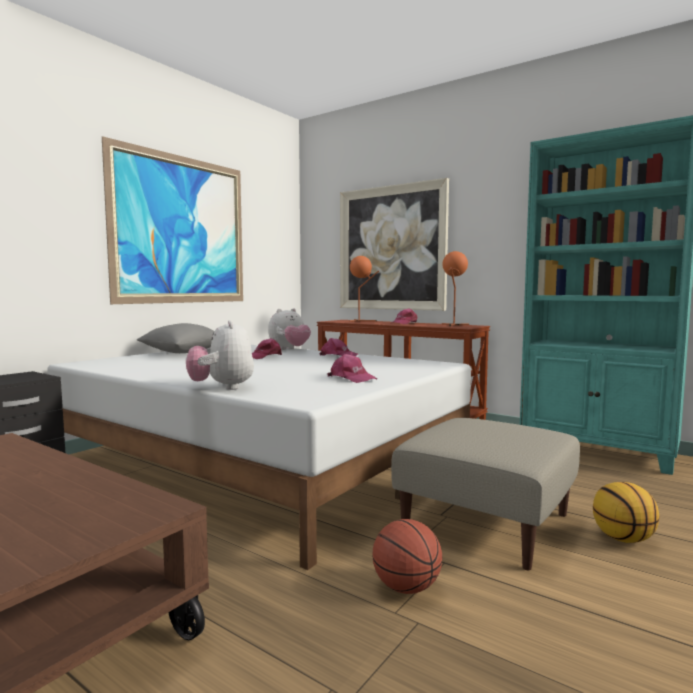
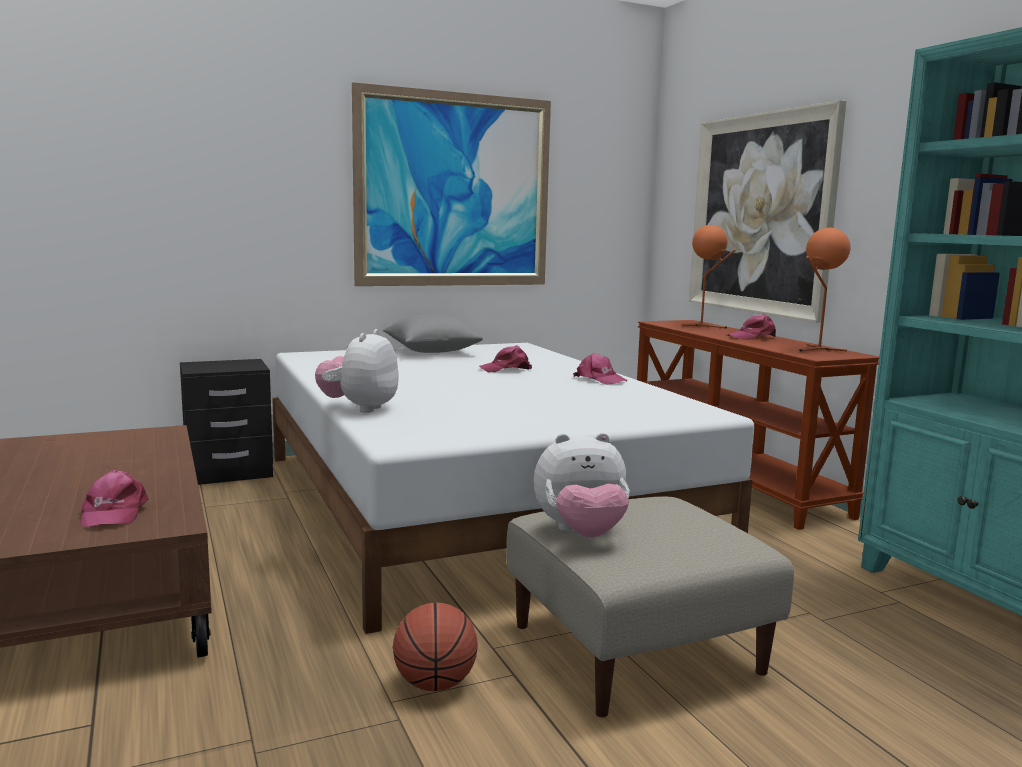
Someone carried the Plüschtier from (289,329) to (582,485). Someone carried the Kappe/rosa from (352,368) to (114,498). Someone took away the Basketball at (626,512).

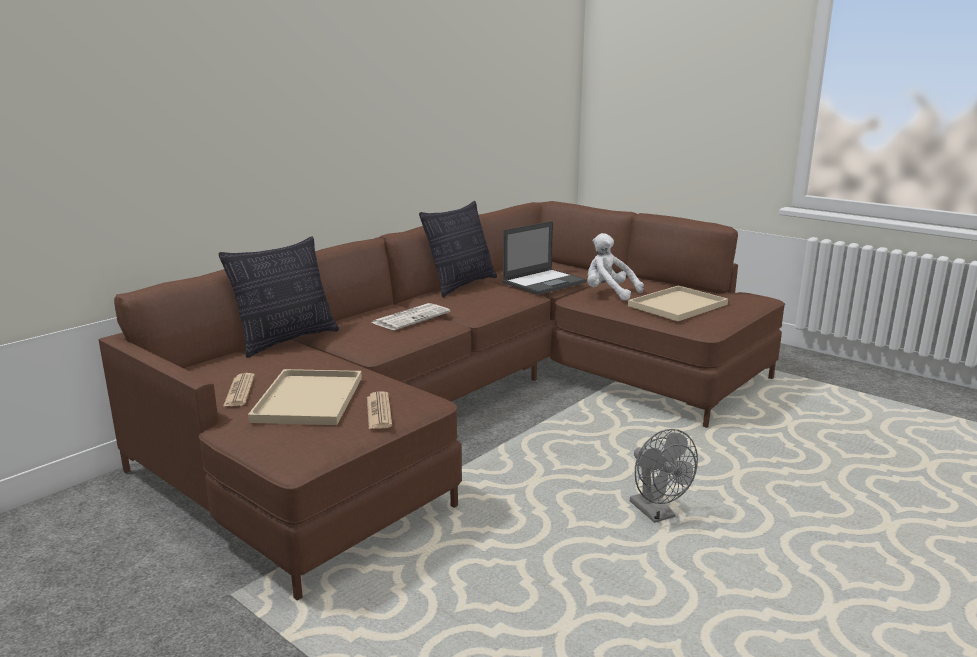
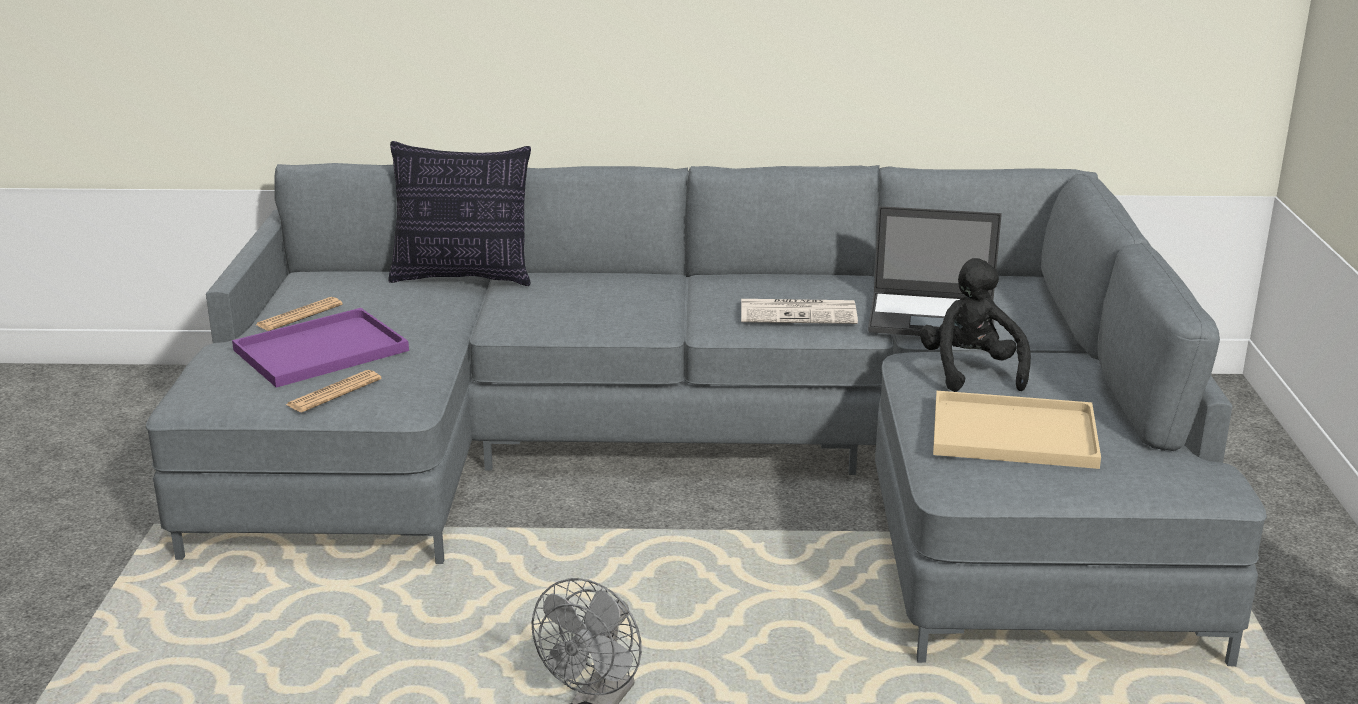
Someone repainted the Sofa/braun at (441,401), which became the Sofa/grau at (706,415). Someone repainted the Tablett/beige at (305,397), which became the Tablett/lila at (320,348). Someone carried the Zeitung from (410,316) to (799,311). Someone took away the Kissen at (458,249). Someone repainted the Plüschtier/weiß at (615,267), which became the Plüschtier/schwarz at (975,325).

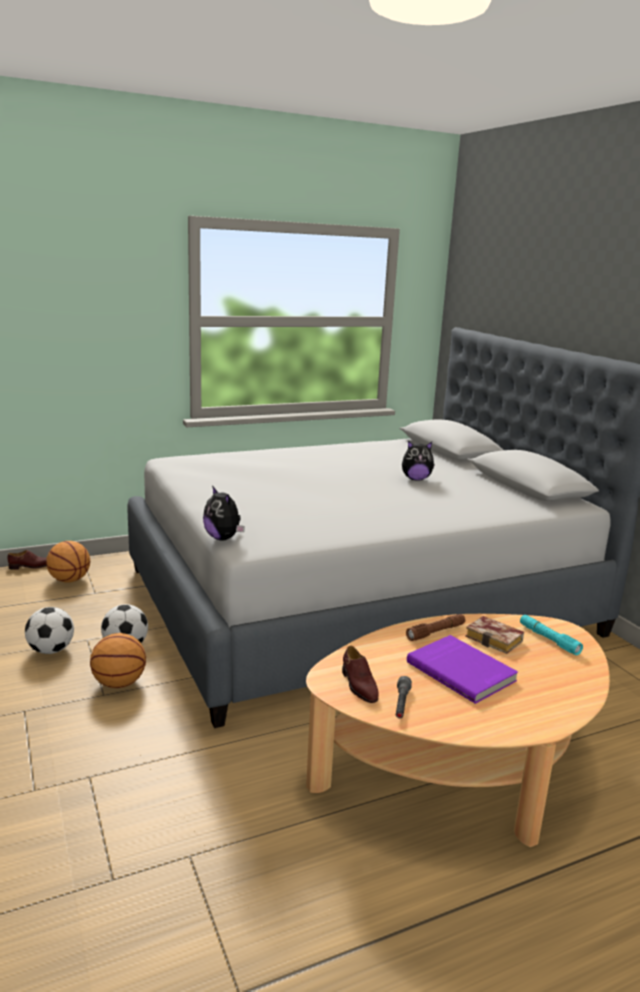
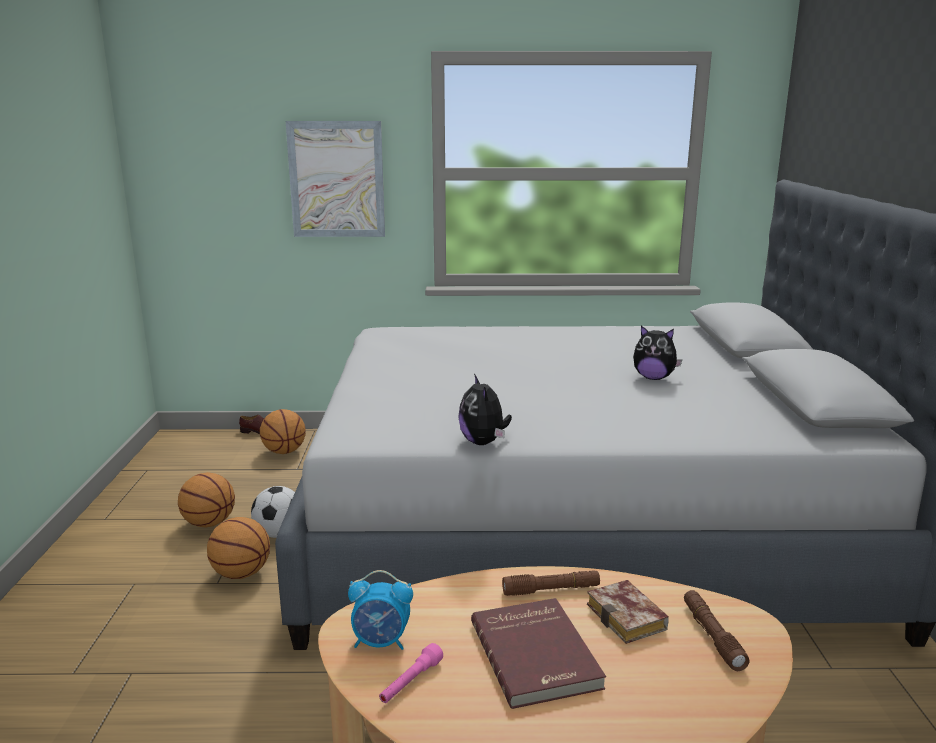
Someone swapped the Fußball at (49,630) for the Basketball at (206,500). Someone carried the Plüschtier from (224,513) to (485,409). Someone swapped the Schuh/braun at (360,674) for the Wecker at (380,610). Someone repainted the Taschenlampe/grau at (404,697), which became the Taschenlampe/rosa at (411,673). Someone repainted the Buch/lila at (462,669), which became the Buch/rot at (538,653). Someone repainted the Taschenlampe/türkis at (551,635), which became the Taschenlampe/braun at (716,630). Someone put up the Bild at (335,179).

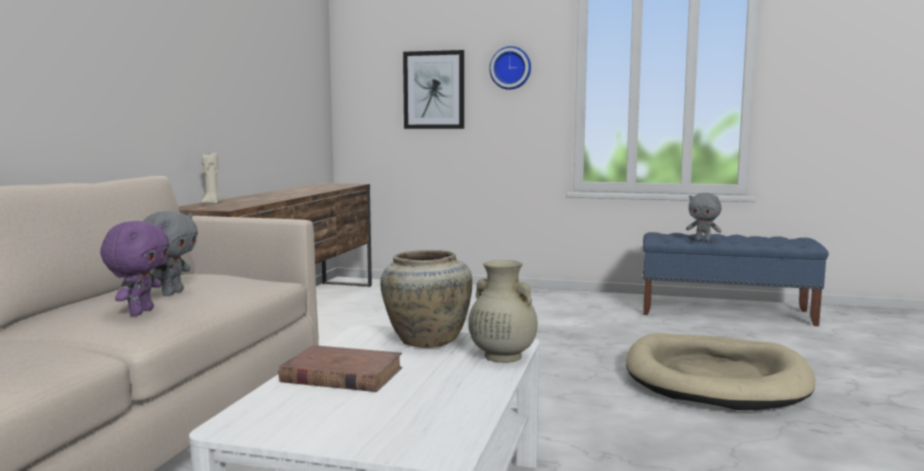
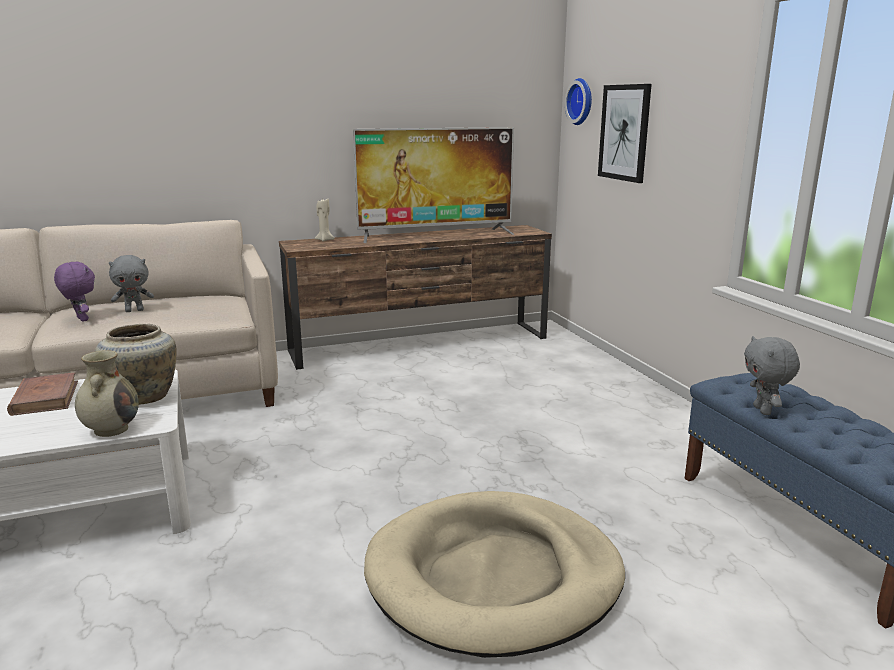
Someone rotated the Plüschtier/lila at (134,268) by 105 degrees counterclockwise. Someone carried the Wanduhr from (510,68) to (578,101). Someone put down the Fernseher at (434,185).

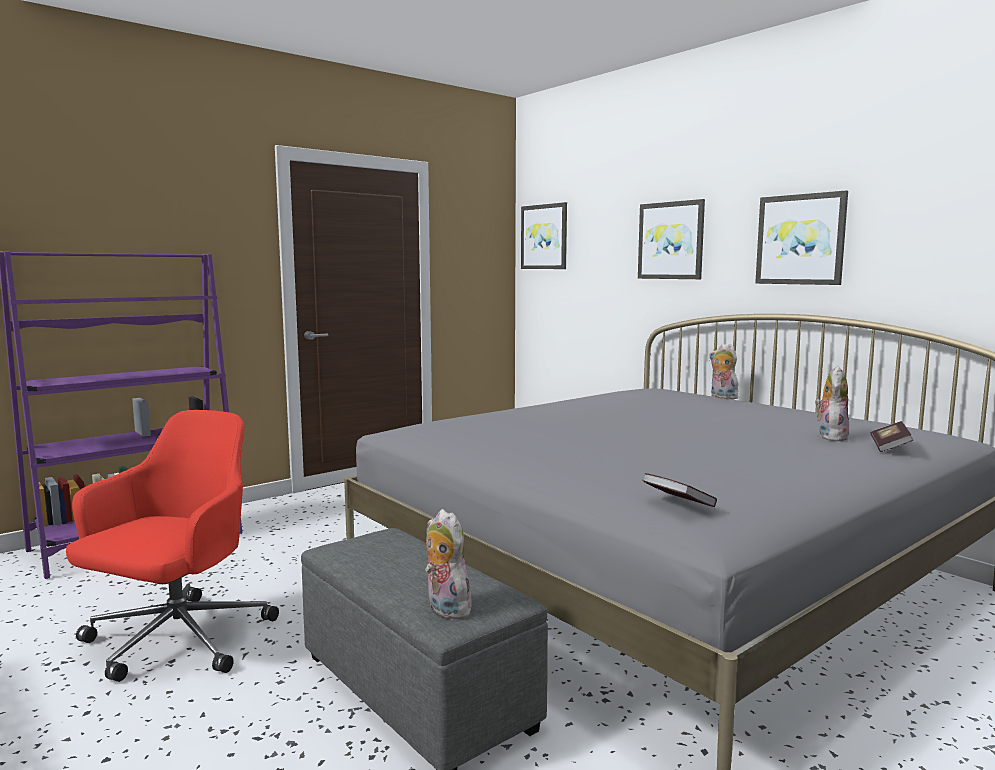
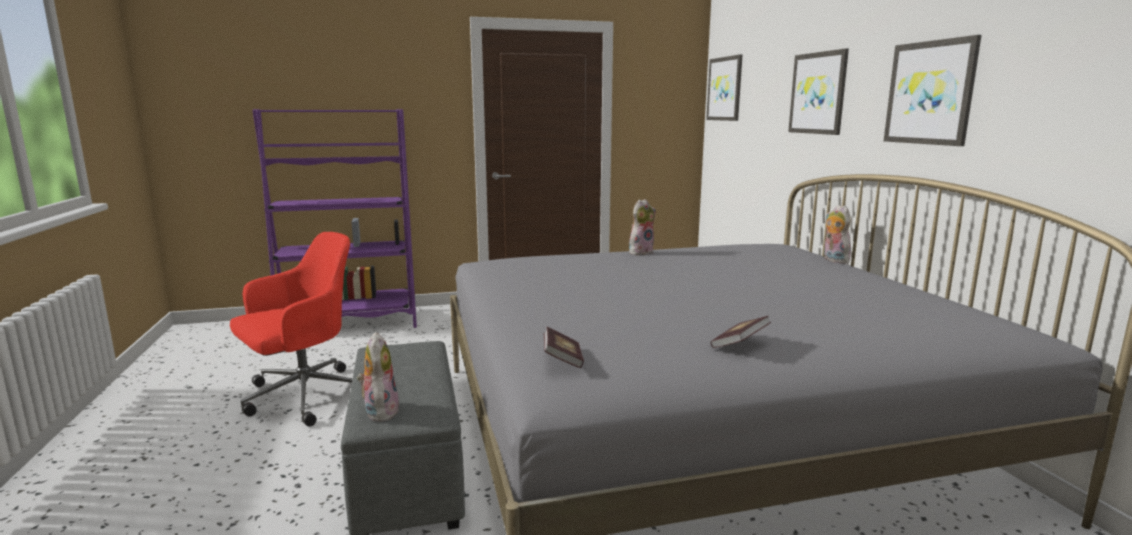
Someone carried the Plüschtier from (832,403) to (642,227). Someone carried the Buch from (891,436) to (741,332).

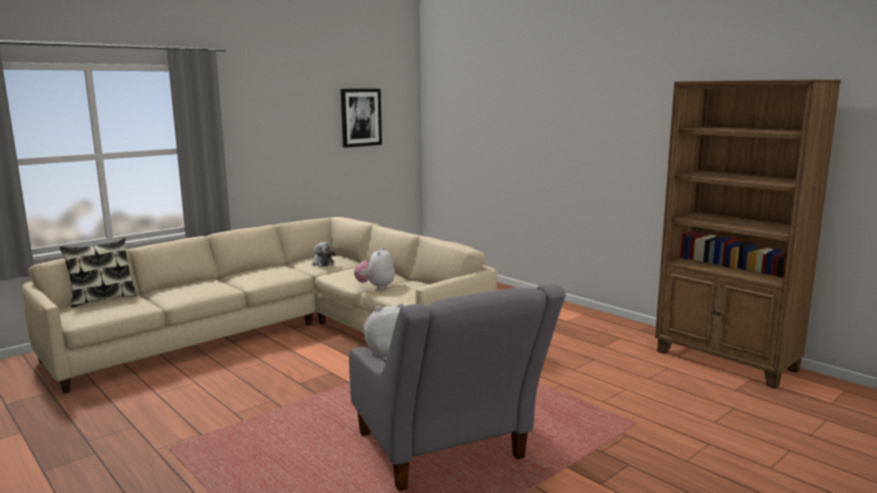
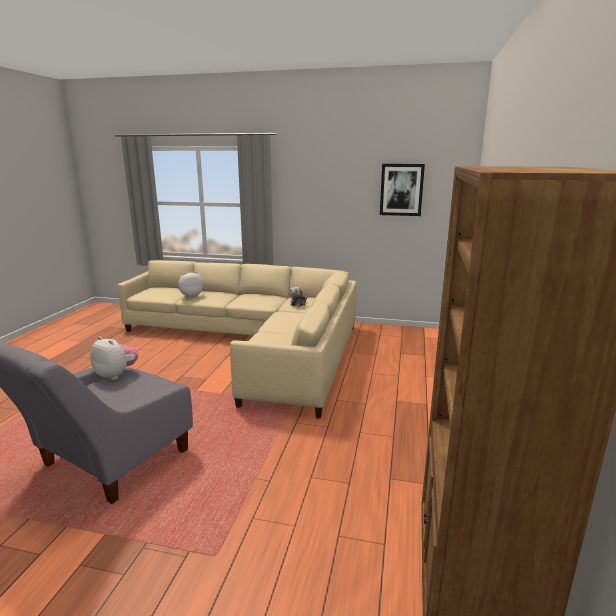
Someone took away the Kissen at (99,273). Someone carried the Plüschtier from (374,268) to (191,284).

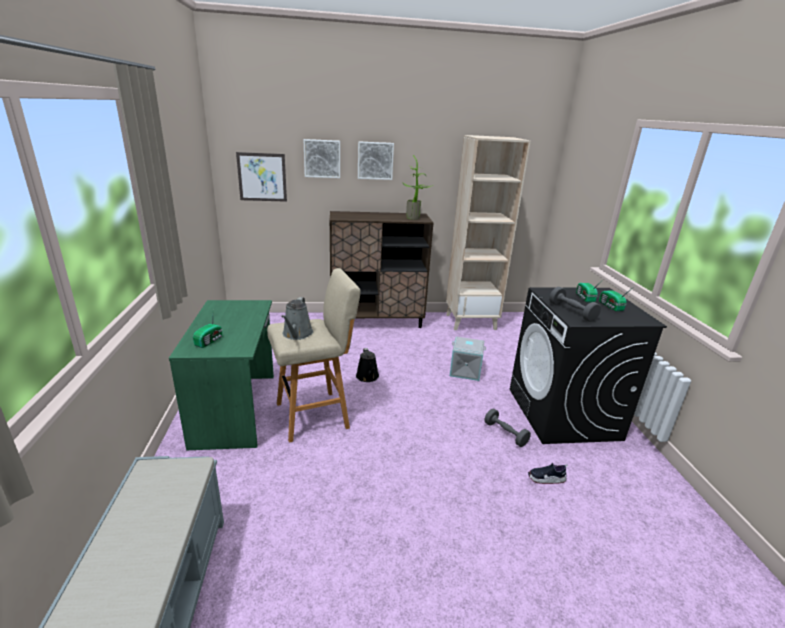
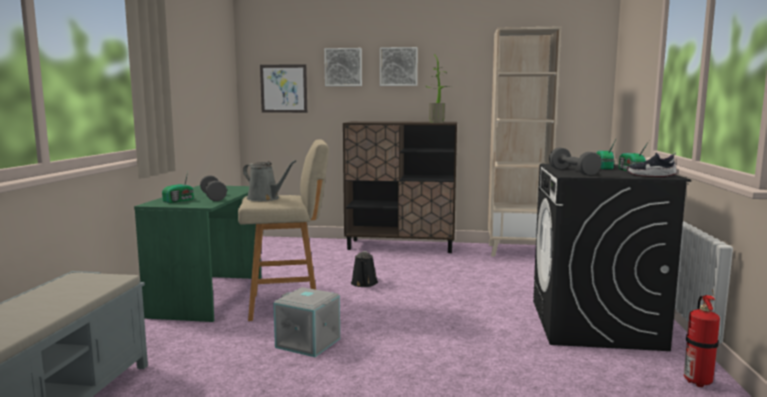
Someone rotated the Gießkanne/grau at (297,318) by 75 degrees counterclockwise. Someone carried the Aufbewahrungsbox/grau from (468,359) to (306,322). Someone carried the Hantel/grau from (508,427) to (213,188). Someone carried the Schuh from (548,473) to (651,164). Someone put down the Feuerlöscher at (702,338).

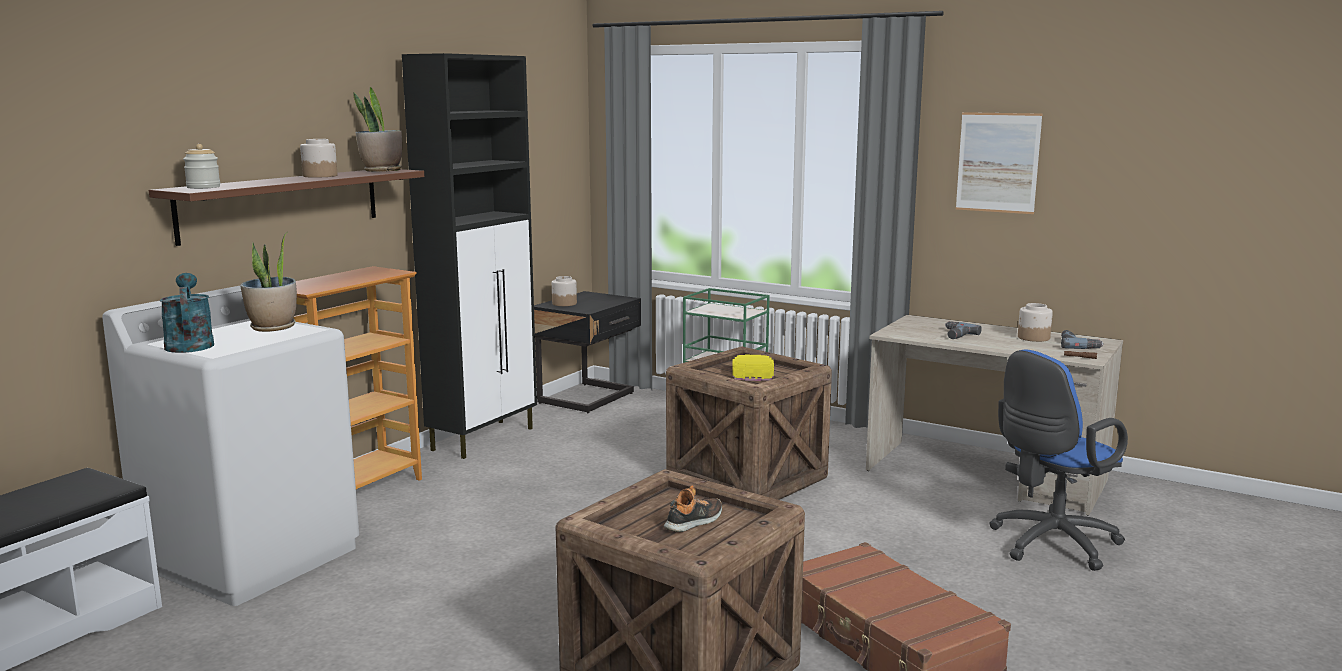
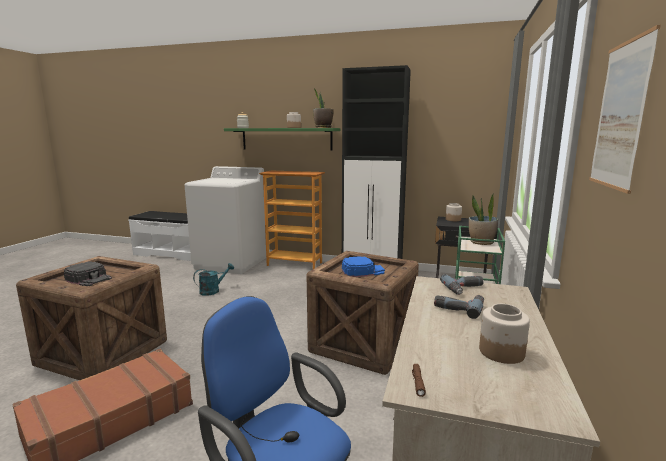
Someone repainted the Wandregal/braun at (286,207), which became the Wandregal/grün at (282,139). Someone carried the Gießkanne/türkis from (187,313) to (213,279). Someone carried the Topfpflanze from (268,282) to (483,219). Someone swapped the Schuh at (693,509) for the Kappe/schwarz at (88,273). Someone repainted the Kappe/gelb at (753,368), which became the Kappe/blau at (363,266). Someone carried the Bohrmaschine from (1082,339) to (462,284).

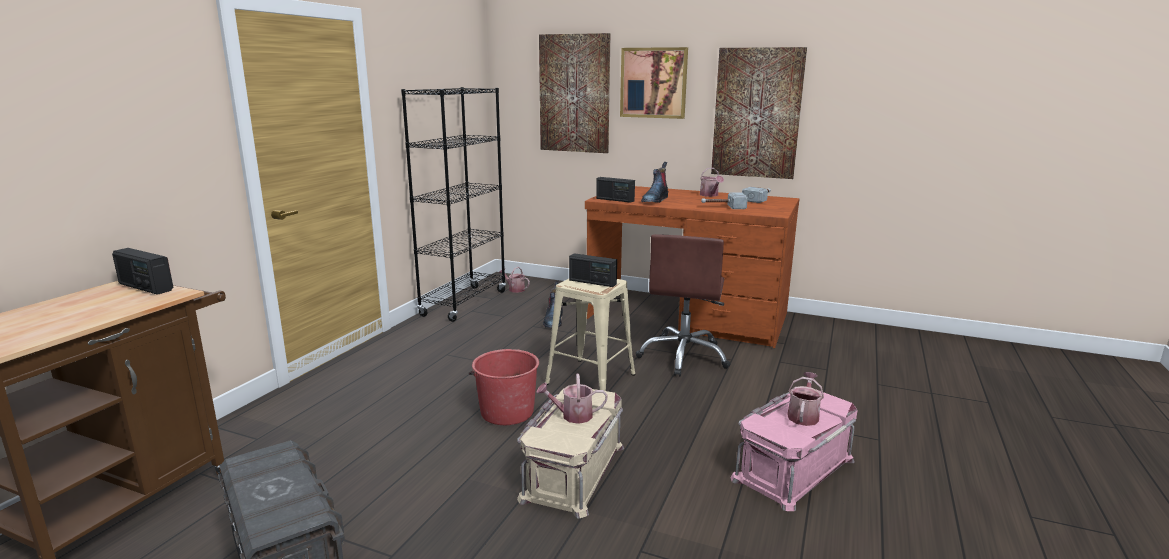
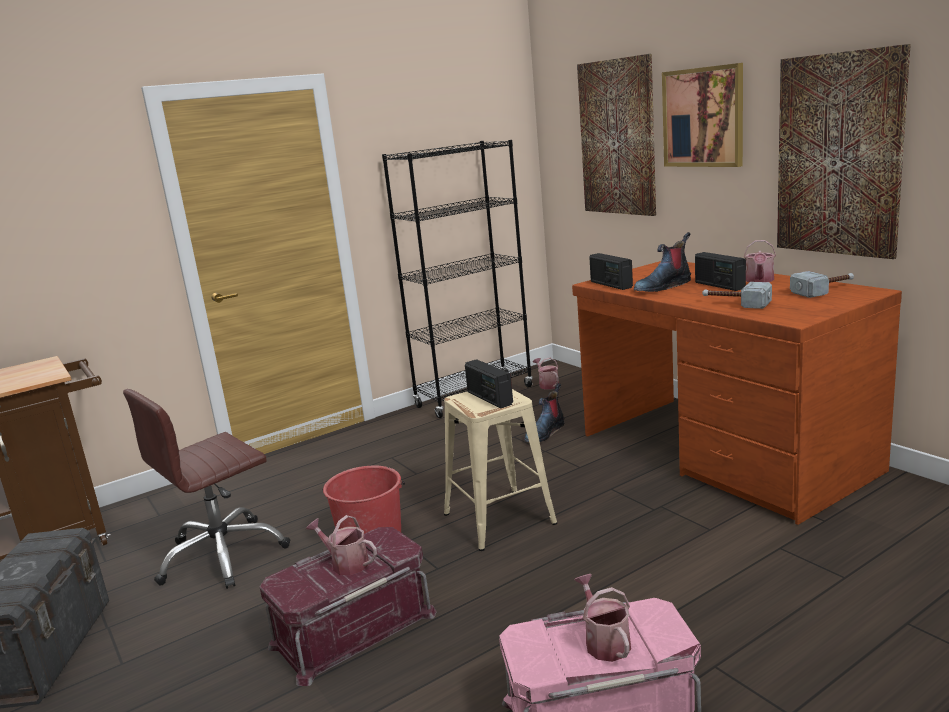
Someone carried the Radio from (143,271) to (720,271). Someone repainted the Aufbewahrungsbox/beige at (570,453), which became the Aufbewahrungsbox/rot at (348,606). Someone carried the Bürostuhl/braun from (683,305) to (206,489). Someone rotated the Gießkanne at (805,399) by 75 degrees counterclockwise.

